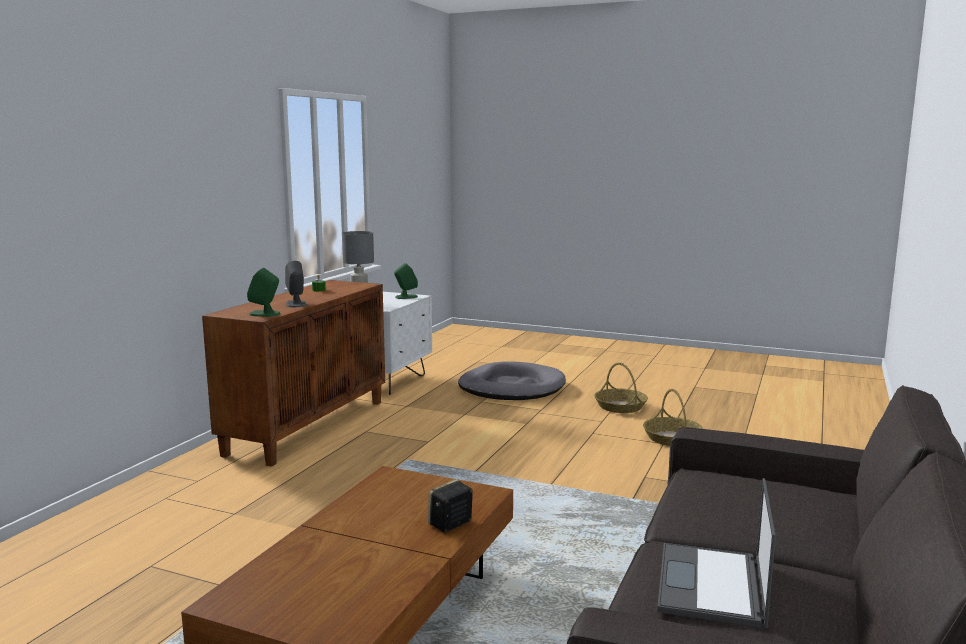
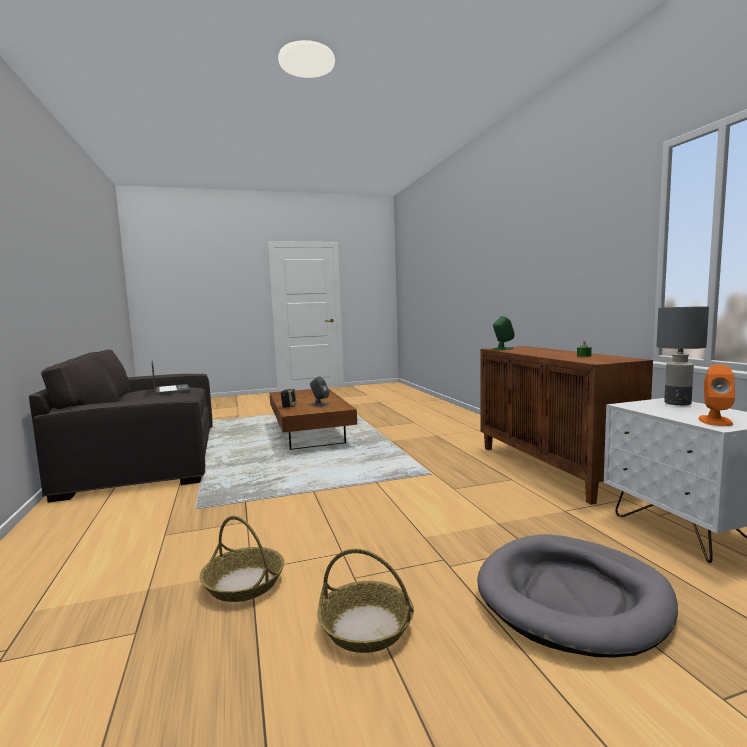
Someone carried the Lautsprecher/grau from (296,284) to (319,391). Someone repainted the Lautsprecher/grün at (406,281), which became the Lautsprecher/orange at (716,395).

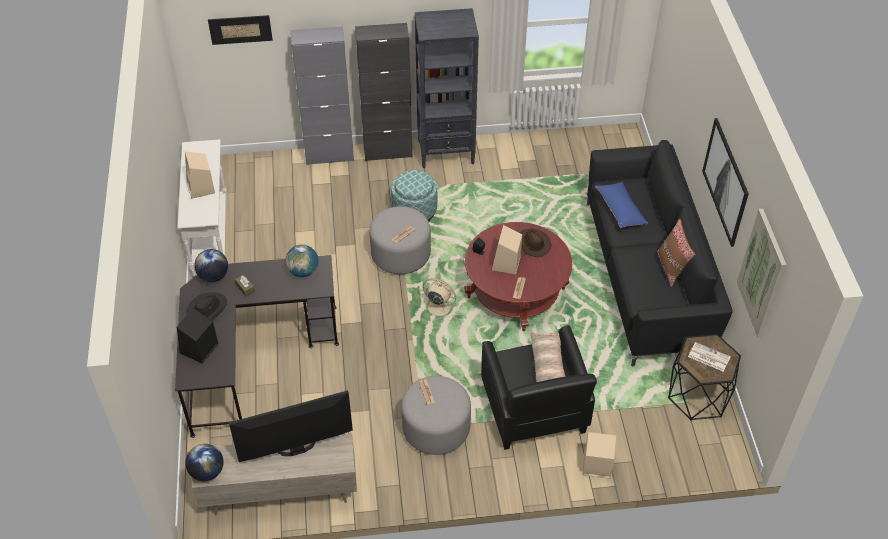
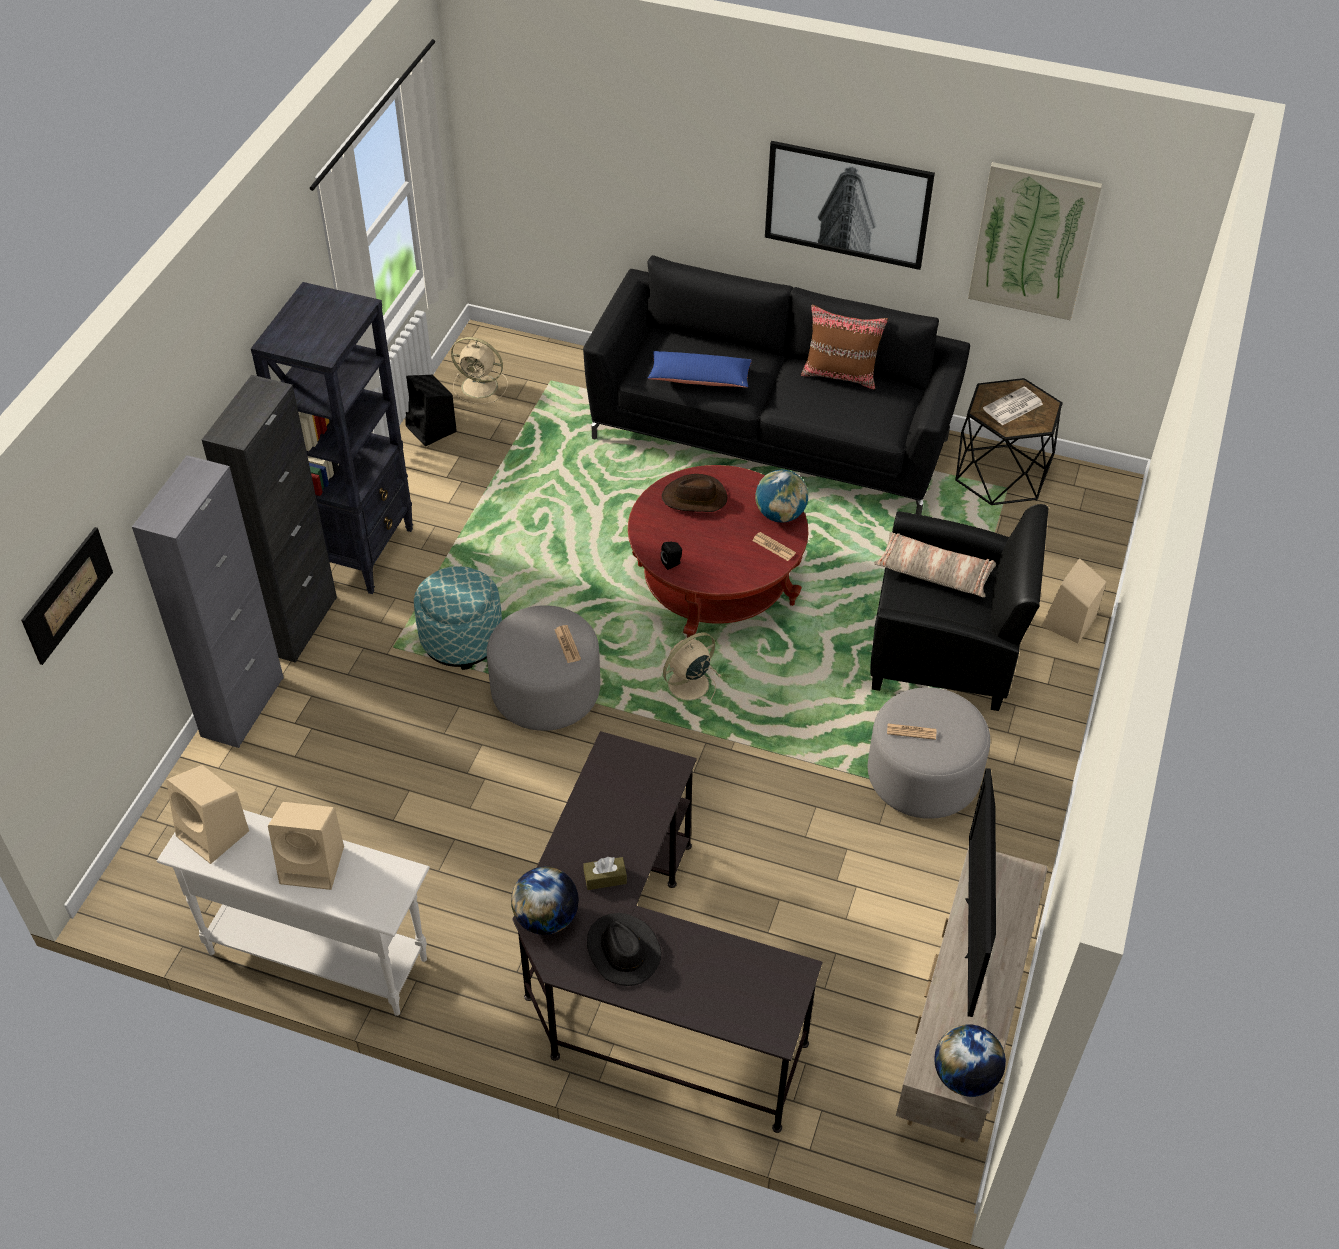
Someone carried the Lautsprecher/schwarz from (197,335) to (431,410). Someone carried the Globus from (301,260) to (781,496). Someone carried the Lautsprecher/beige from (507,250) to (207,814). Someone put down the Ventilator/beige at (479,370).

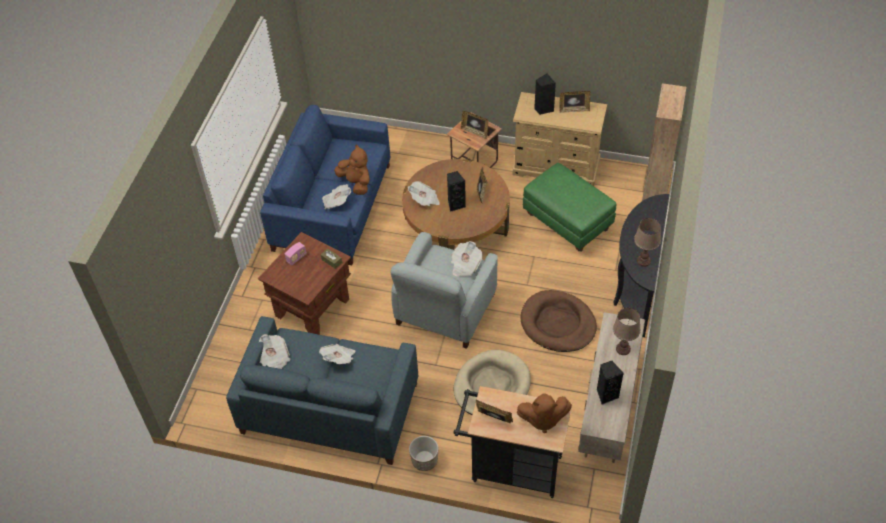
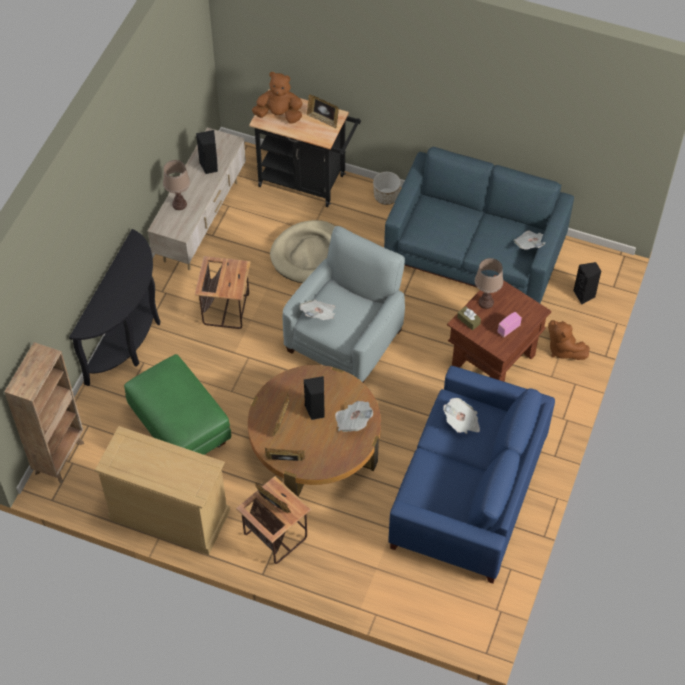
Someone took away the Zeitung at (337,354). Someone carried the Plüschtier/braun from (352,170) to (569,340). Someone swapped the Hundebett/braun at (558,321) for the Beistelltisch at (223,292). Someone carried the Lautsprecher/schwarz from (545,94) to (587,283). Someone carried the Bilderrahmen from (575,102) to (285,454). Someone carried the Tischlampe/braun from (647,242) to (489,283).

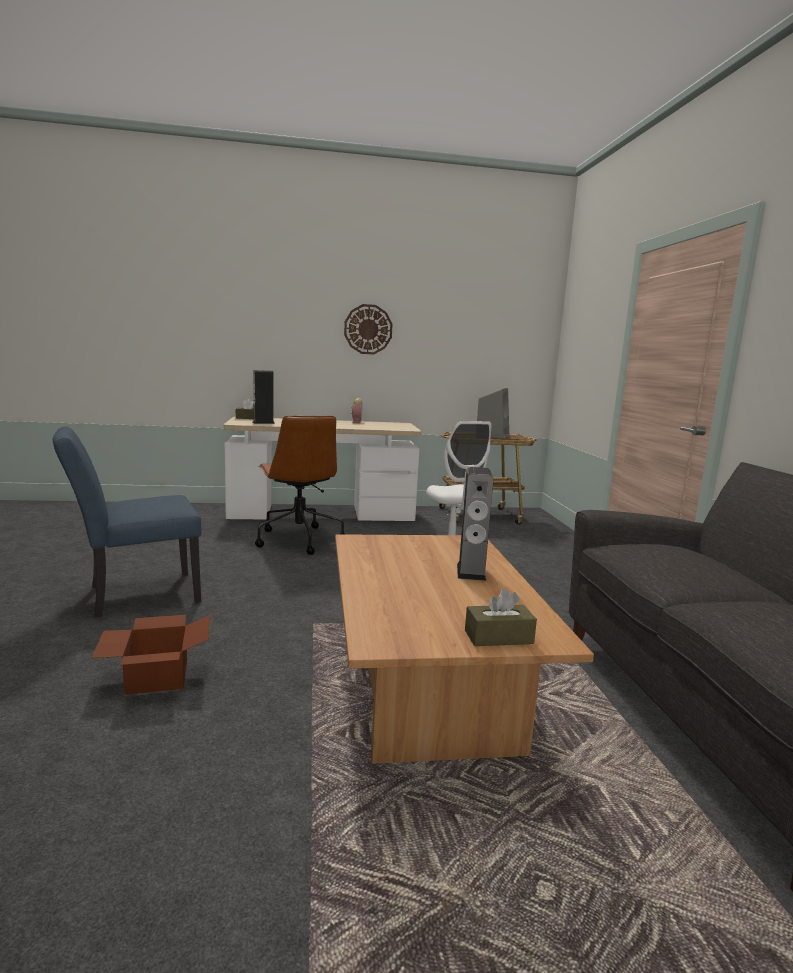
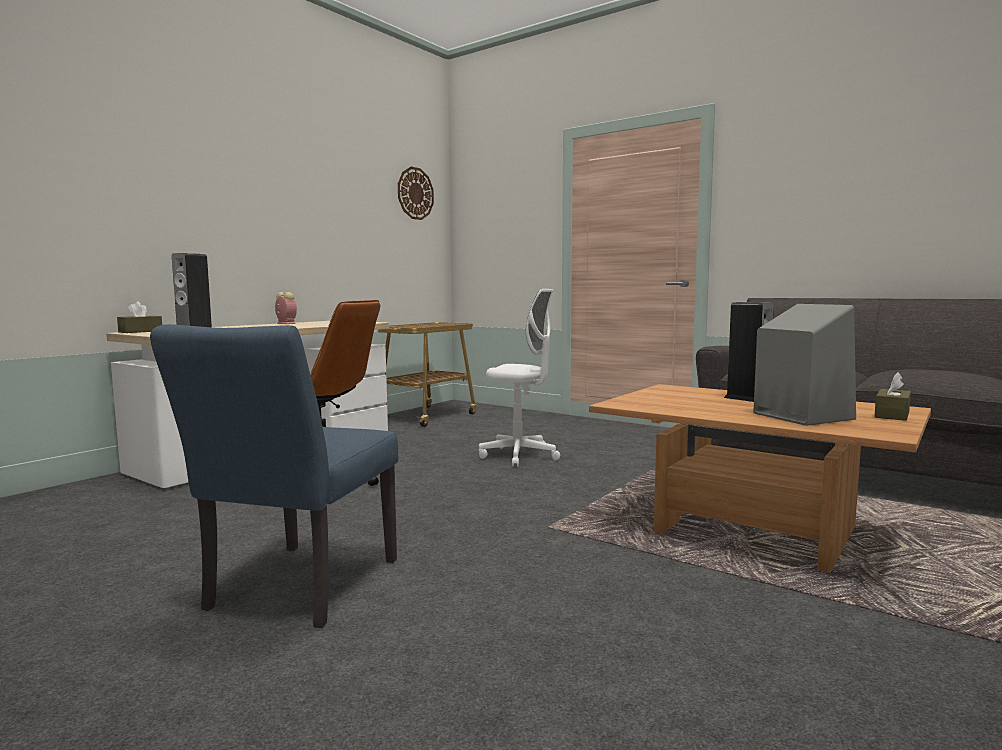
Someone took away the Karton at (151,655). Someone carried the Wanduhr from (368,329) to (416,193). Someone carried the Lautsprecher/grau from (493,413) to (804,365).

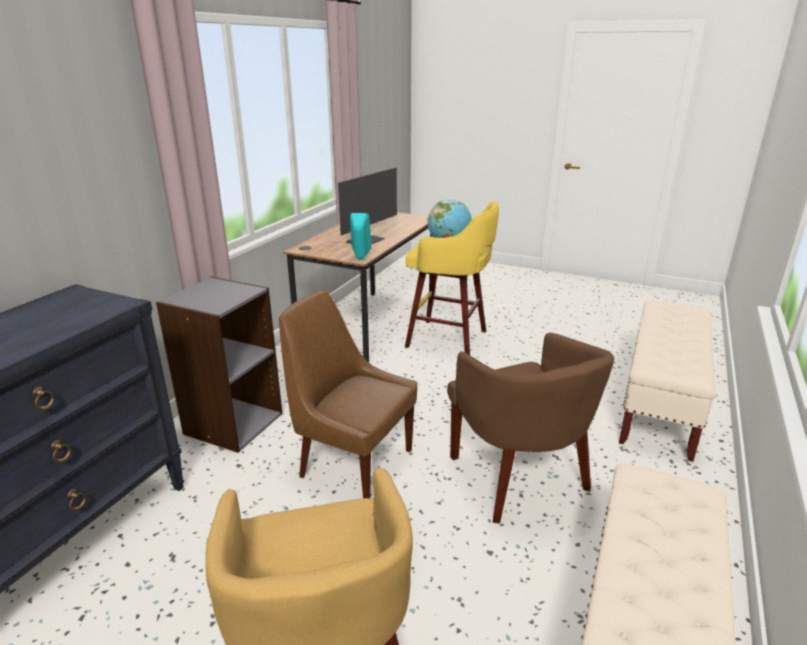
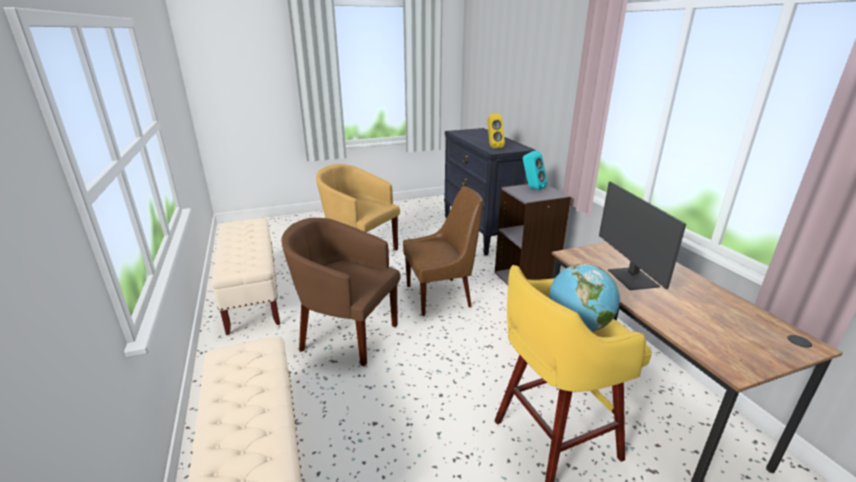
Someone carried the Lautsprecher/türkis from (361,236) to (535,170). Someone put down the Lautsprecher/gelb at (496,131).

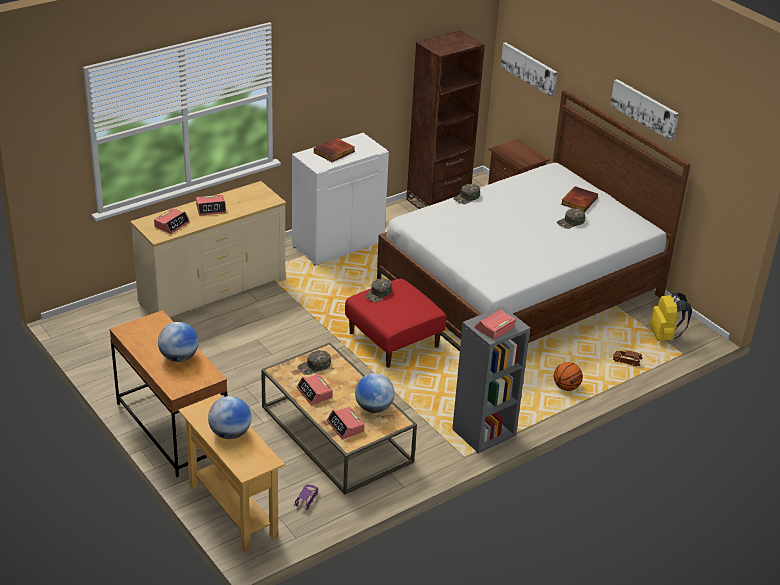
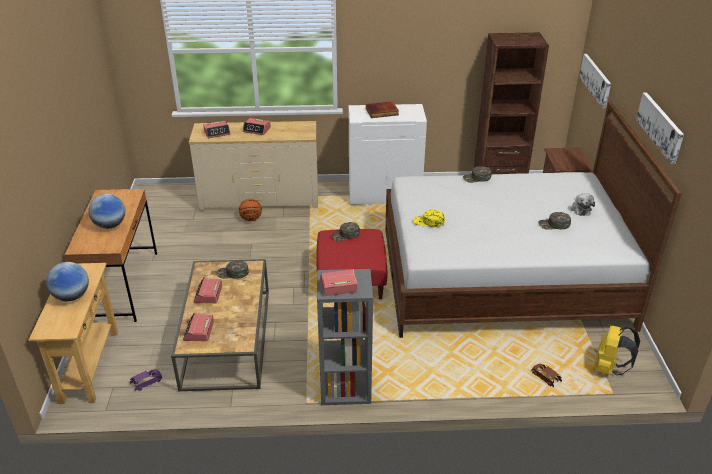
Someone took away the Globus at (375,393). Someone carried the Basketball from (568,376) to (250,210). Someone swapped the Buch at (579,199) for the Plüschtier at (583,204). Someone put down the Kappe/gelb at (429,218).

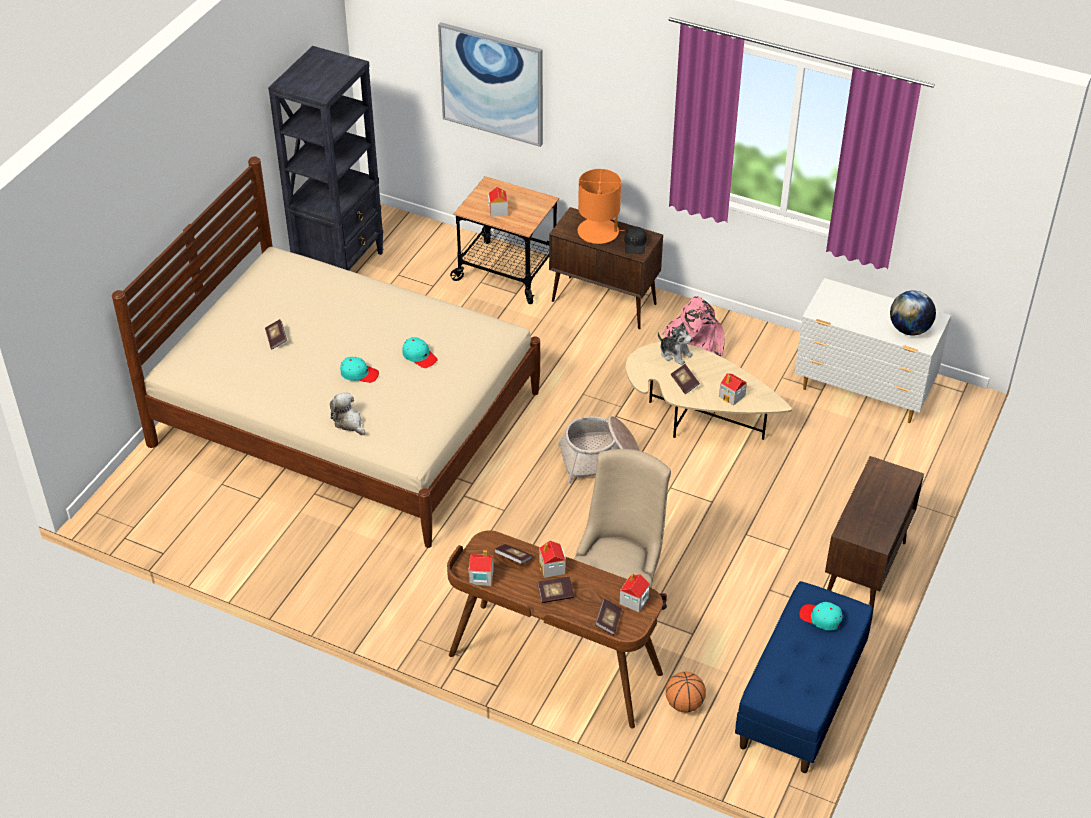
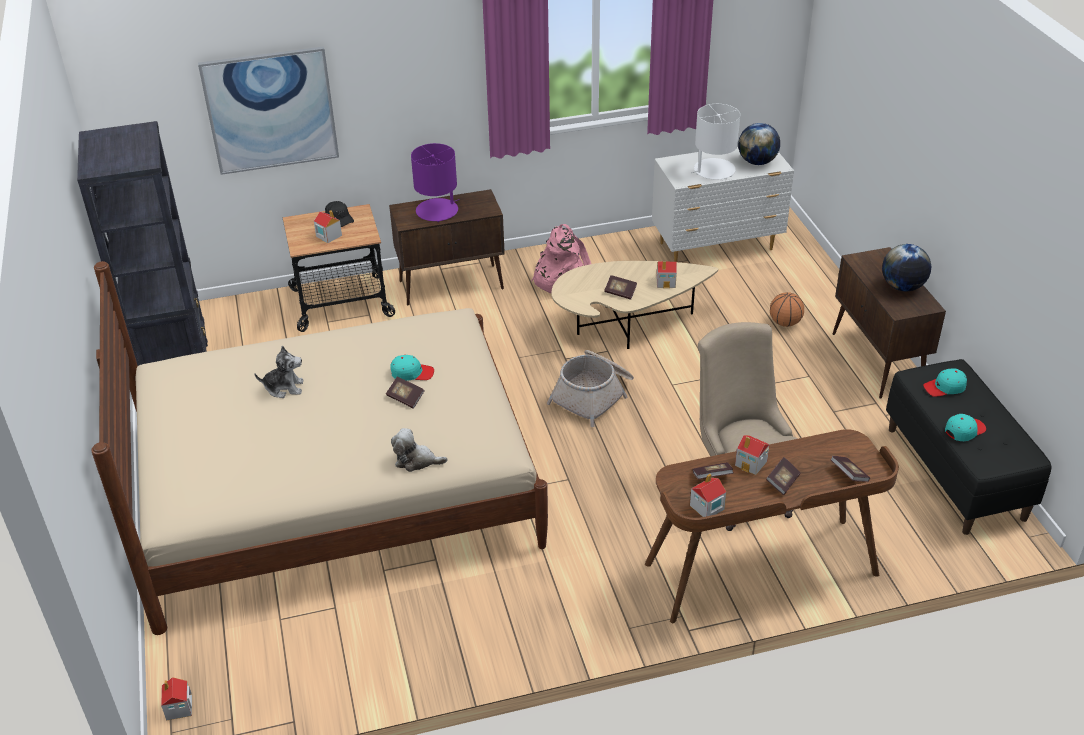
Someone carried the Buch from (276,334) to (405,392). Someone carried the Kappe/türkis from (359,370) to (965,427). Someone repainted the Tischlampe/orange at (601,206), which became the Tischlampe/lila at (435,182). Someone carried the Spielzeughaus from (635,592) to (176,699). Someone carried the Kappe/schwarz from (635,240) to (339,214). Someone carried the Plüschtier from (675,343) to (278,372). Someone carried the Basketball from (686,692) to (787,309). Someone repainted the Bank/blau at (804,677), which became the Bank/schwarz at (969,447). Someone put down the Tischlampe/weiß at (715,142). Someone put down the Globus at (906,267).

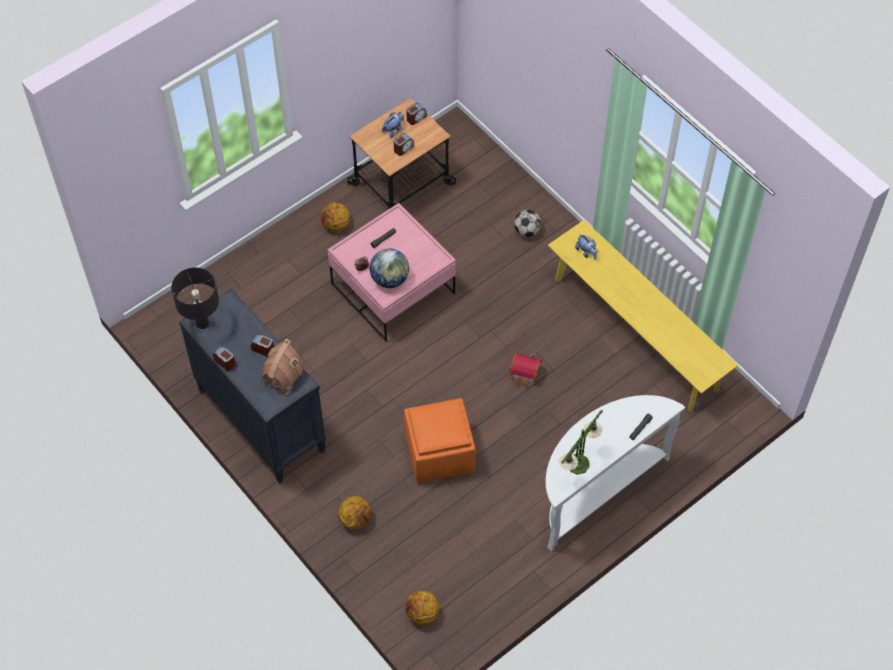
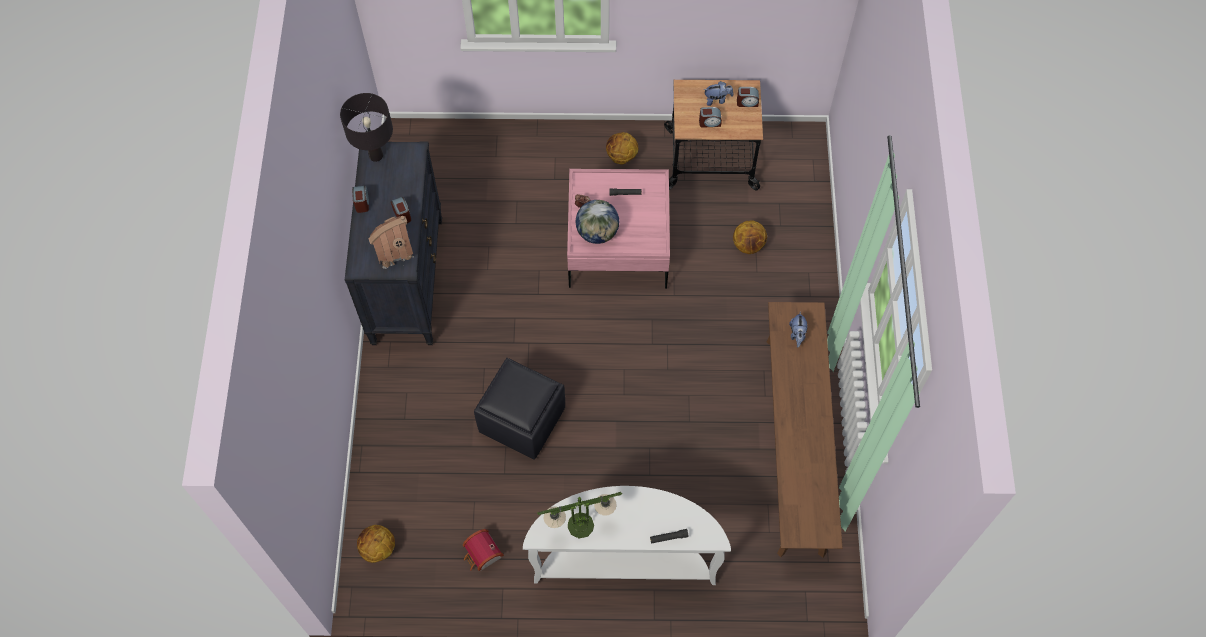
Someone carried the Basketball from (354,513) to (750,237). Someone repainted the Polsterhocker/orange at (440,440), which became the Polsterhocker/schwarz at (519,409). Someone carried the Spielzeughaus from (526,371) to (483,550). Someone took away the Fußball at (527,223). Someone repainted the Bank/gelb at (643,315), which became the Bank/braun at (805,430).

